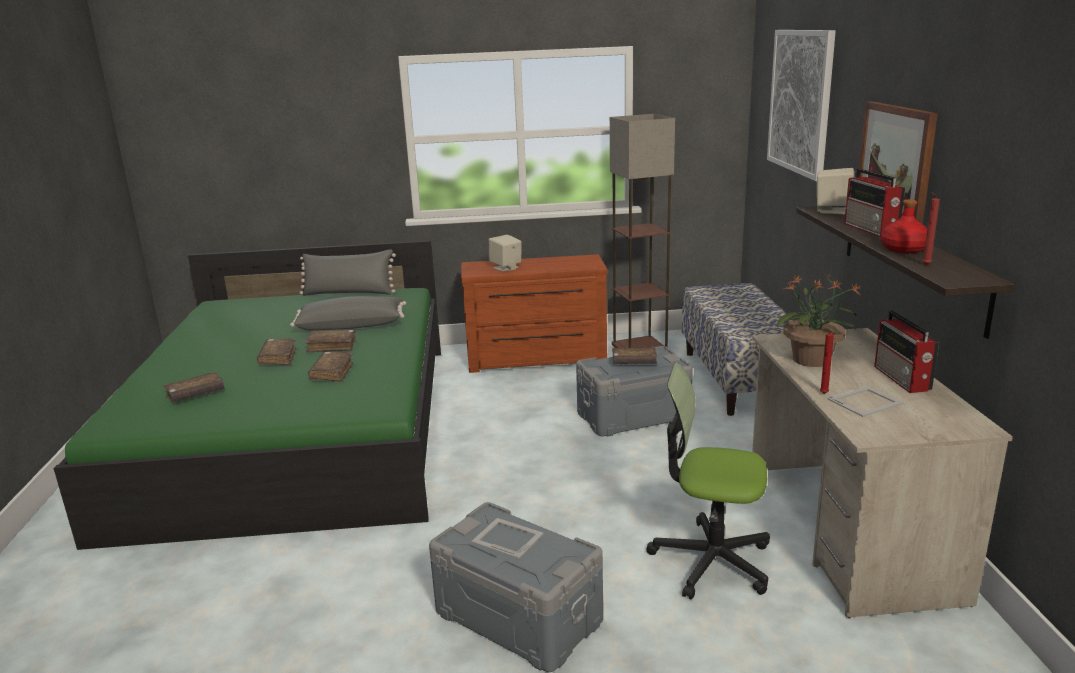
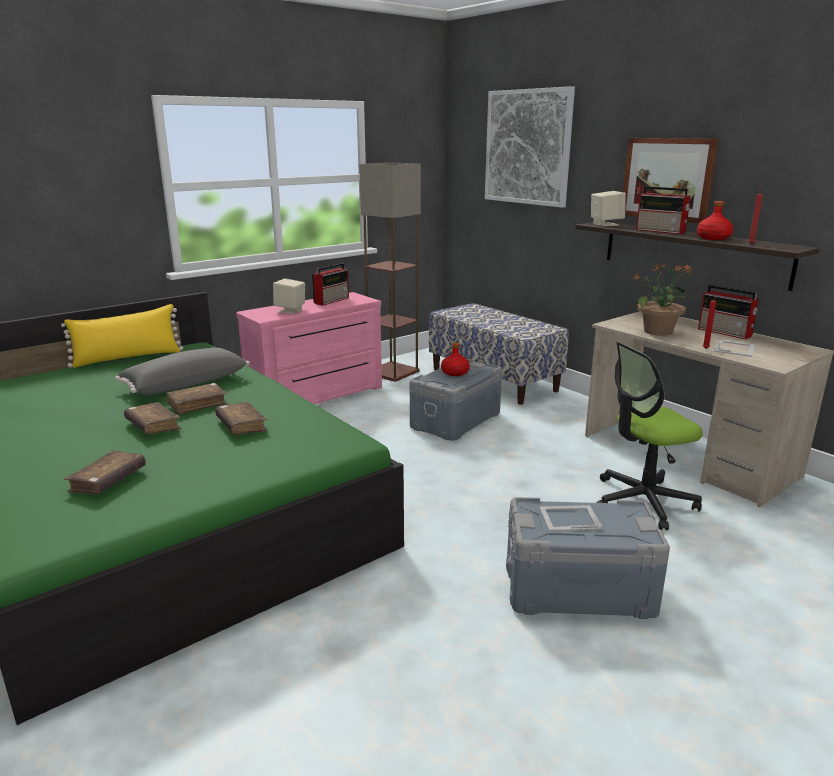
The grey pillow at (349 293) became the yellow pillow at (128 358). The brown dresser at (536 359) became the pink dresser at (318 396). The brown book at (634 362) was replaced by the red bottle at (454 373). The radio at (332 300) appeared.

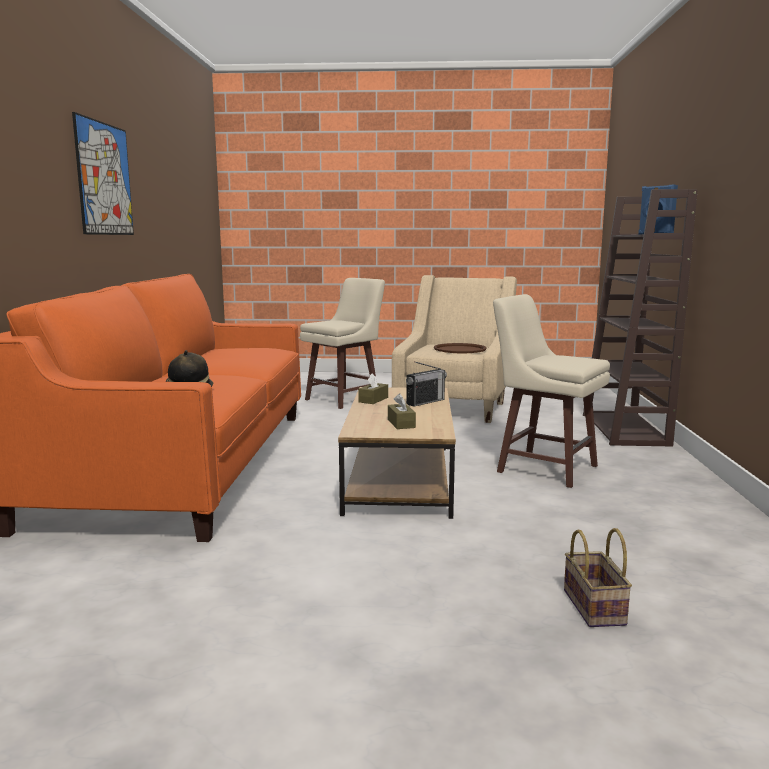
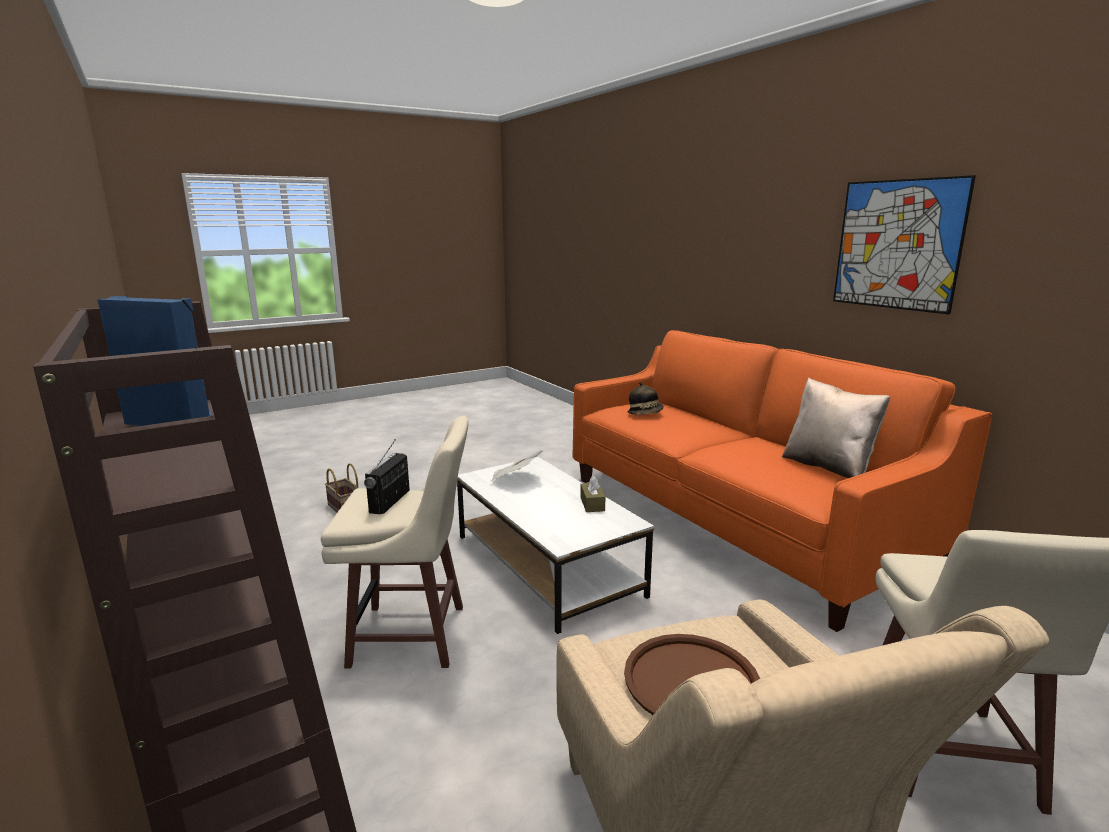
The brown coffee table at (399 478) became the white coffee table at (547 564). The brown tissue box at (401 423) was replaced by the newspaper at (515 479). The radio moved from (425 402) to (390 501). The beige pillow at (828 467) appeared.

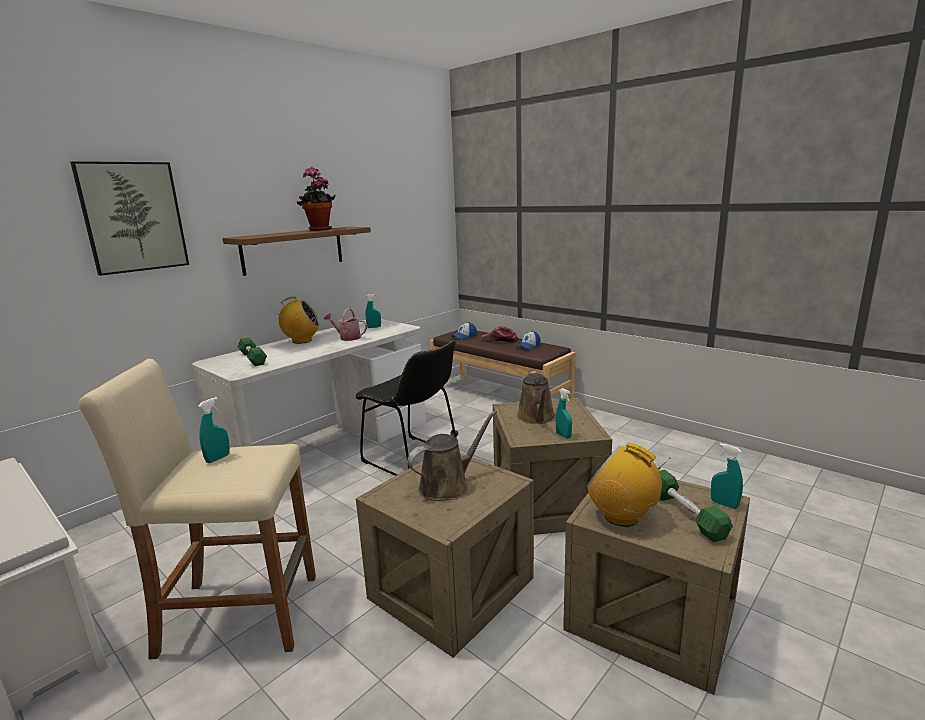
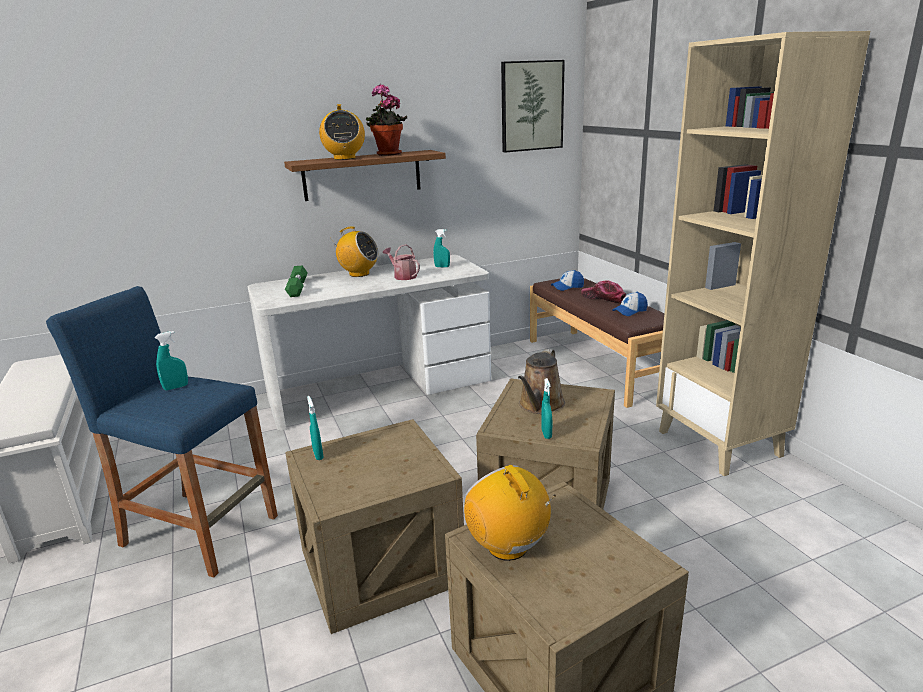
The picture moved from (133 217) to (531 106). The beige stool at (240 614) became the blue stool at (200 531). The black chair at (413 460) disappeared. The brown watering can at (448 486) disappeared. The green dumbbell at (685 514) disappeared. The turquoise spray bottle moved from (724 504) to (318 455). The radio at (344 158) appeared. The beige bookcase at (720 443) appeared.

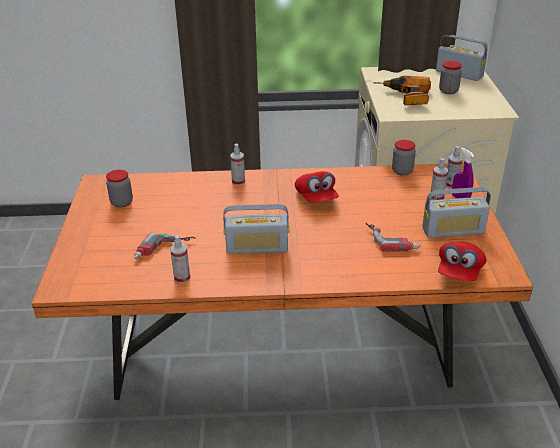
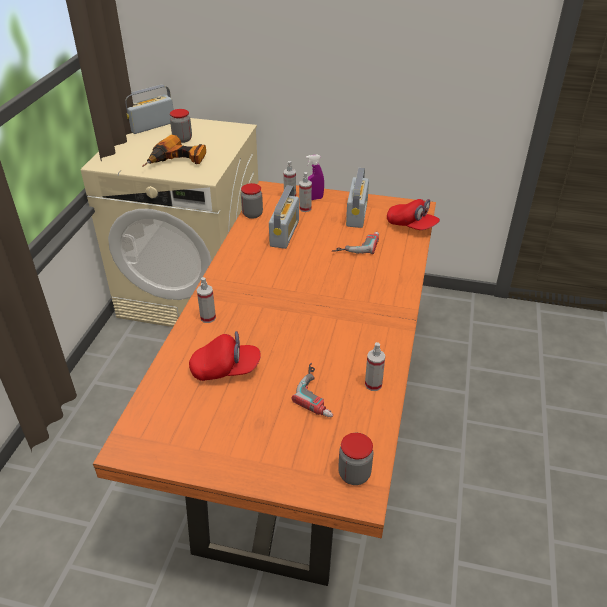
The jar moved from (122 203) to (354 474). The radio moved from (257 247) to (284 233). The red cap moved from (316 198) to (225 369).

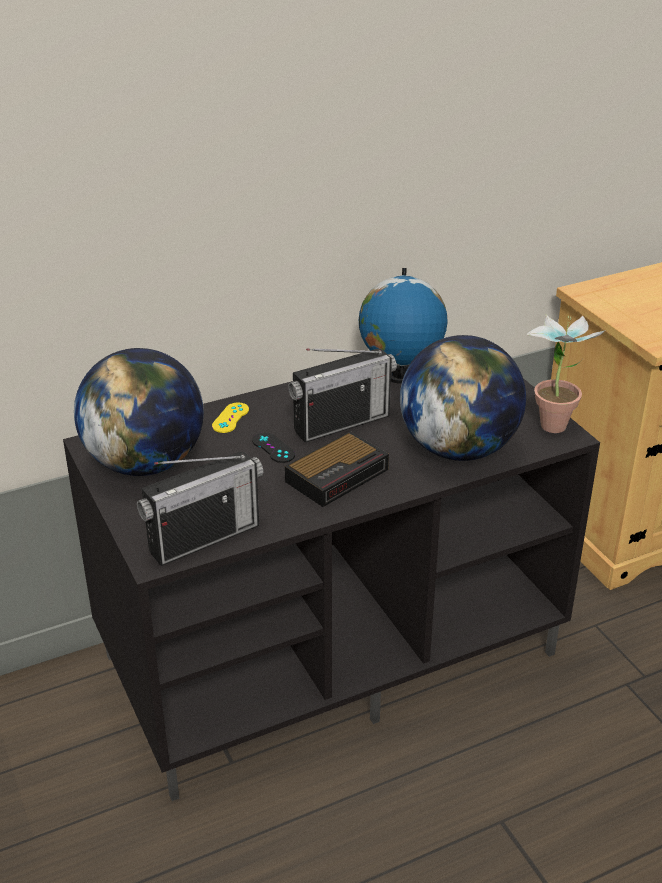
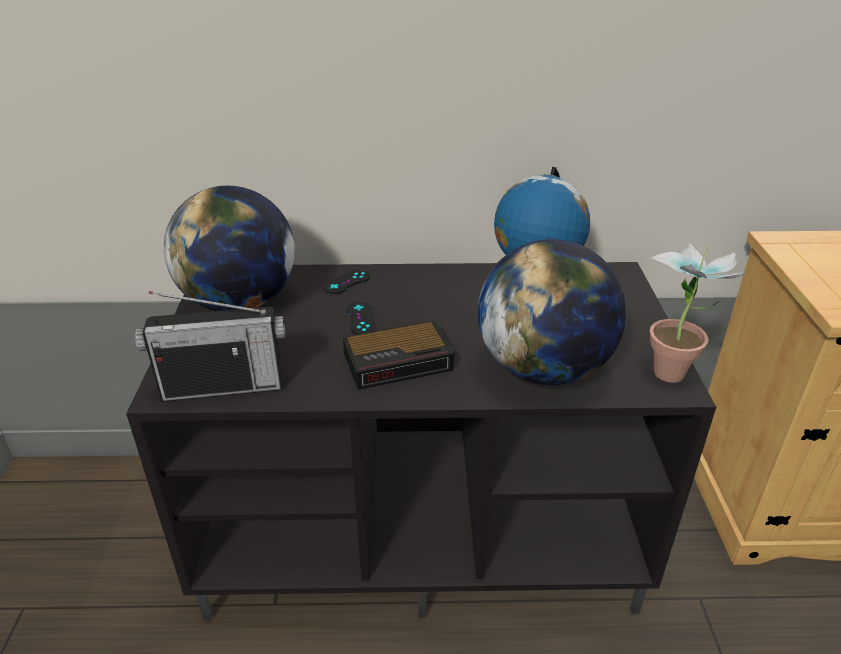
The yellow game controller at (230 418) became the black game controller at (347 282). The radio at (341 423) disappeared.

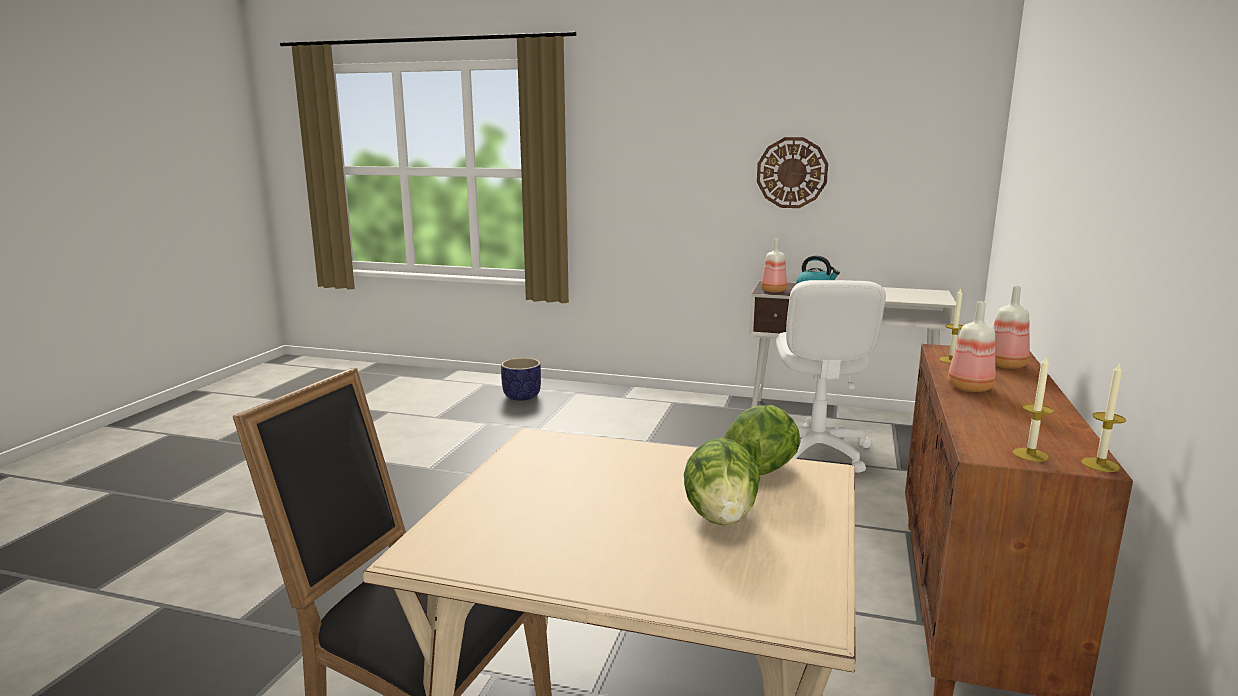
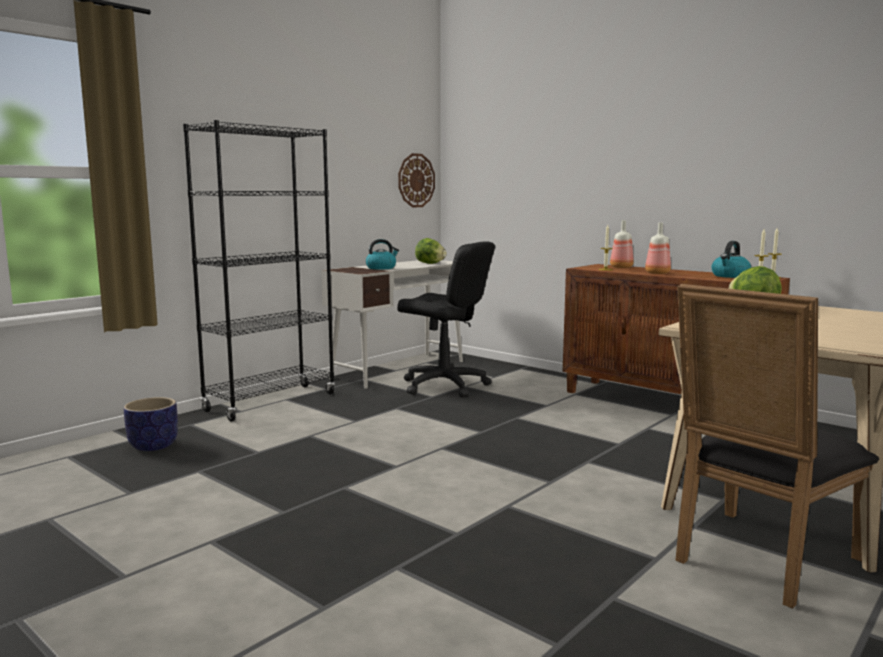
The lettuce moved from (721 517) to (430 263). The wall clock moved from (792 173) to (416 180). The bottle at (774 291) disappeared. The white office chair at (815 452) became the black office chair at (444 386). The black bookcase at (271 402) appeared. The kettle at (730 276) appeared.

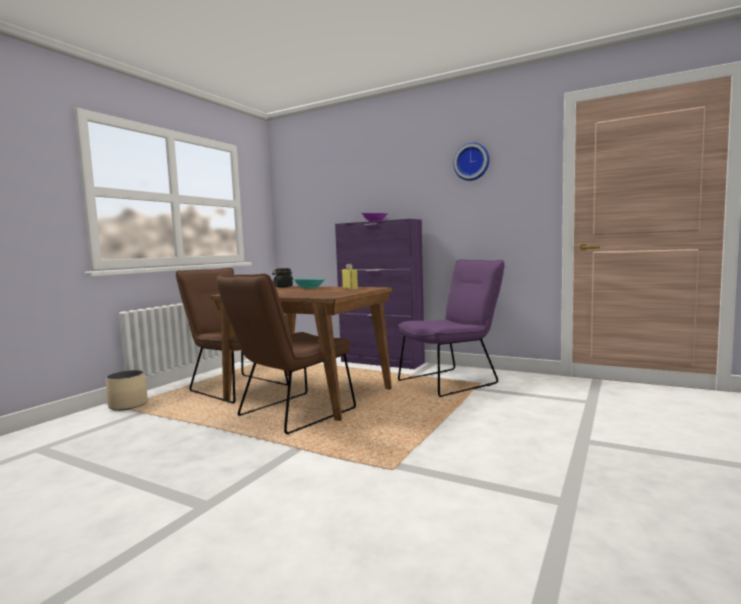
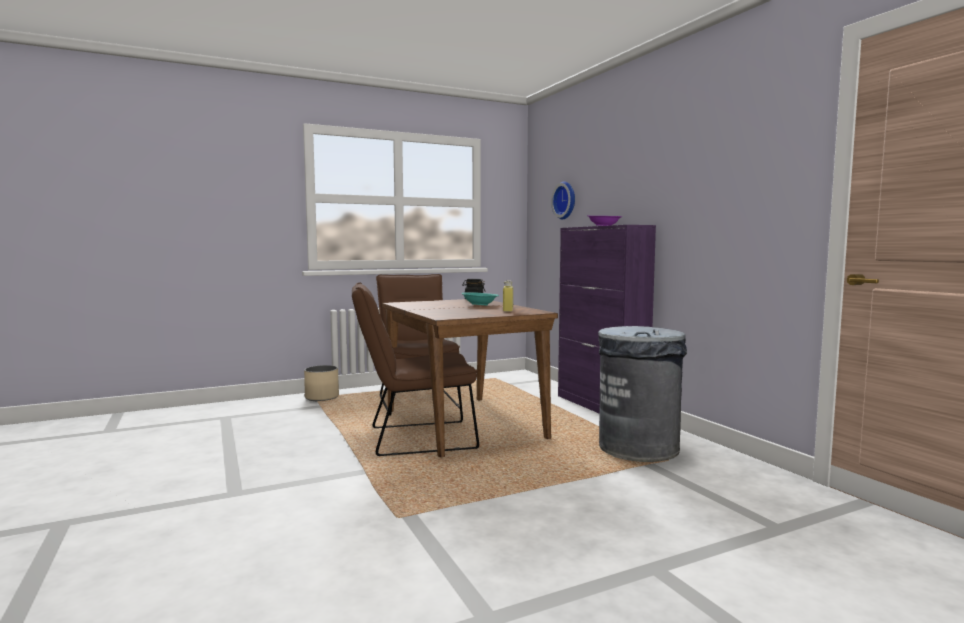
The purple chair at (453 381) was replaced by the grey trash can at (638 448). The wall clock moved from (472 162) to (566 200).

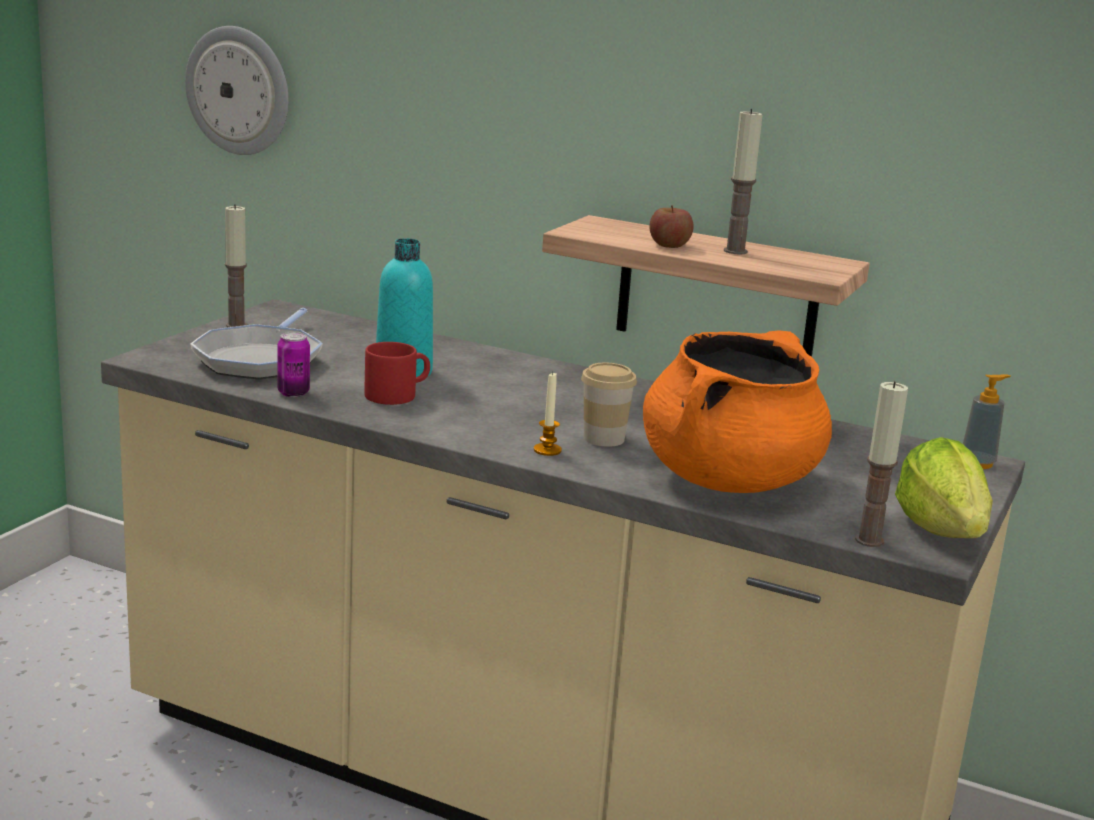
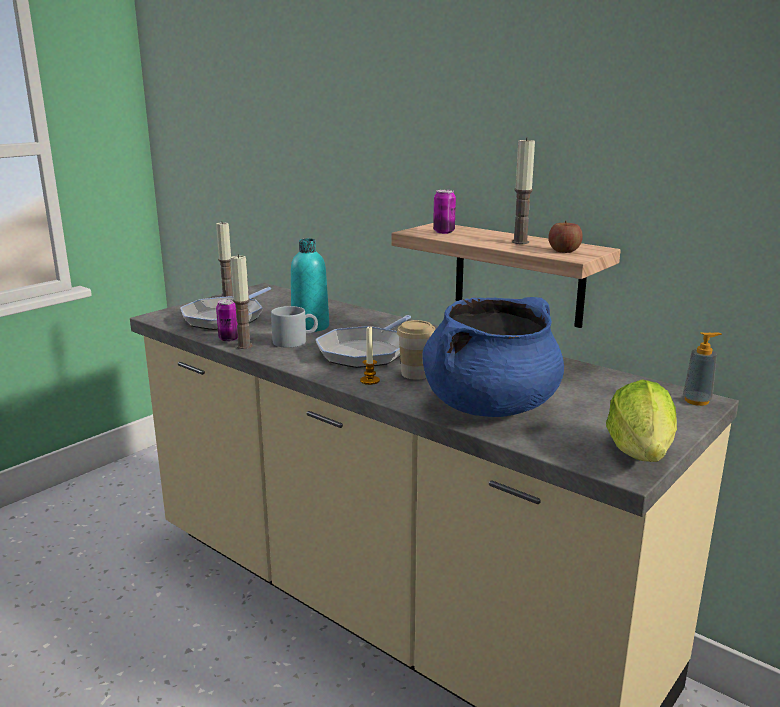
The wall clock at (239 90) disappeared. The red mug at (397 394) became the grey mug at (295 341). The orange cooking pot at (730 479) became the blue cooking pot at (490 406). The apple moved from (669 245) to (564 251). The candle moved from (869 540) to (244 346). The frying pan at (365 352) appeared. The can at (444 232) appeared.

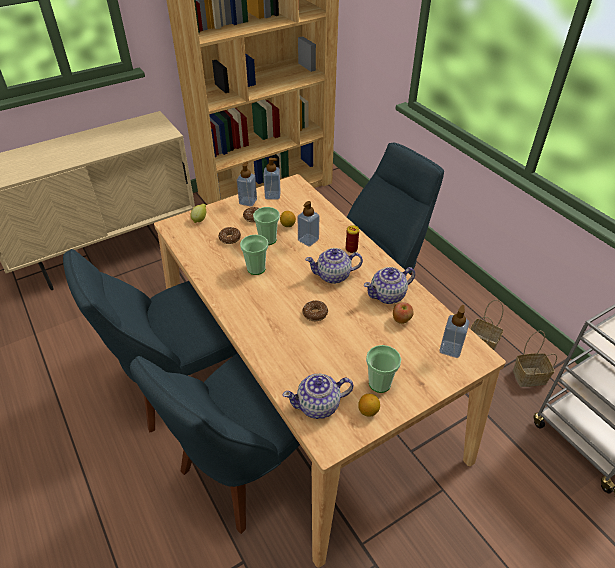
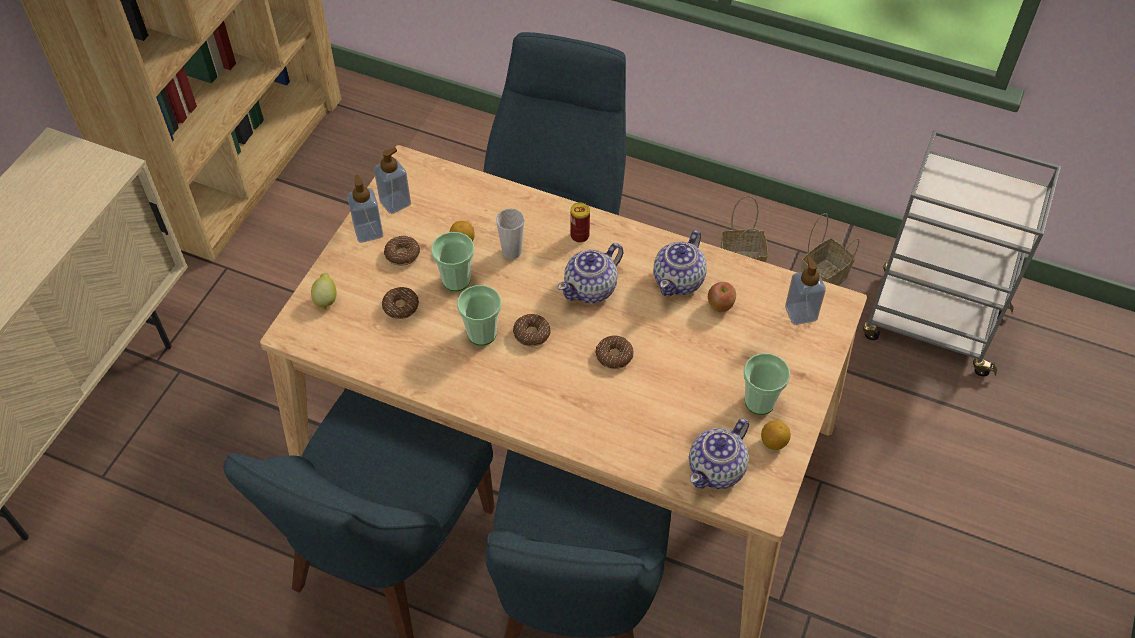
The soap dispenser at (308 240) was replaced by the cup at (512 251). The donut at (531 334) appeared.

